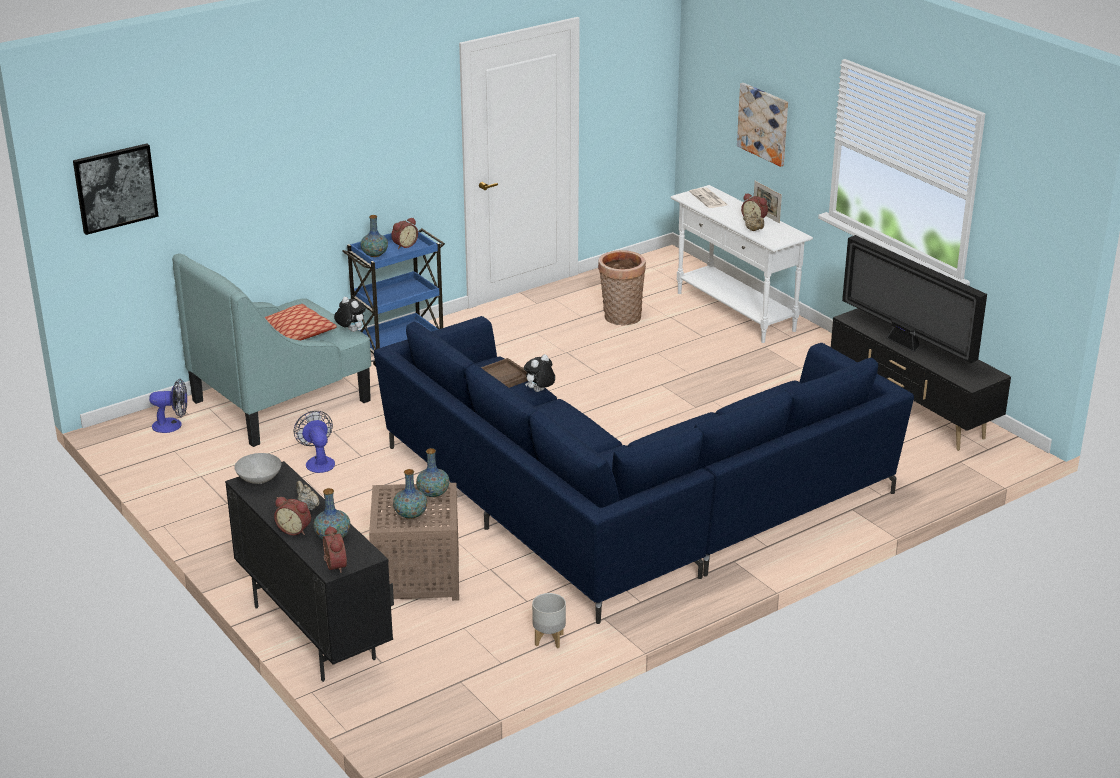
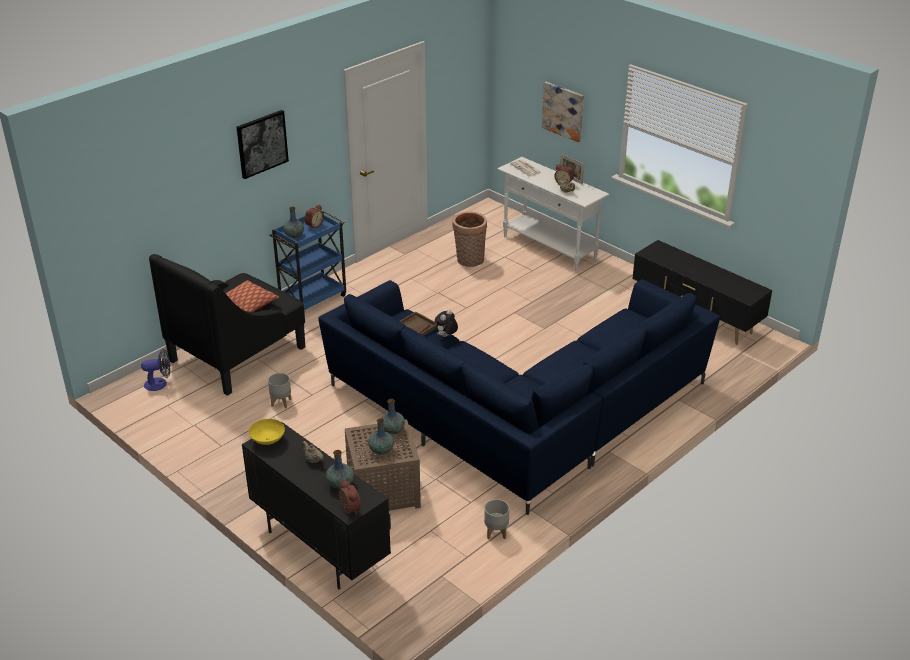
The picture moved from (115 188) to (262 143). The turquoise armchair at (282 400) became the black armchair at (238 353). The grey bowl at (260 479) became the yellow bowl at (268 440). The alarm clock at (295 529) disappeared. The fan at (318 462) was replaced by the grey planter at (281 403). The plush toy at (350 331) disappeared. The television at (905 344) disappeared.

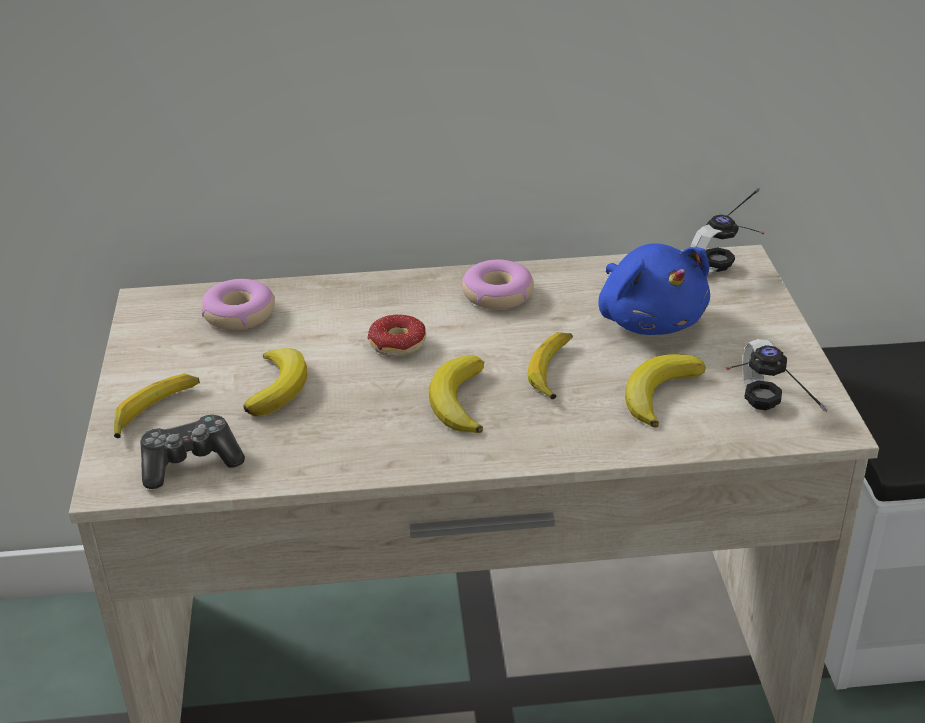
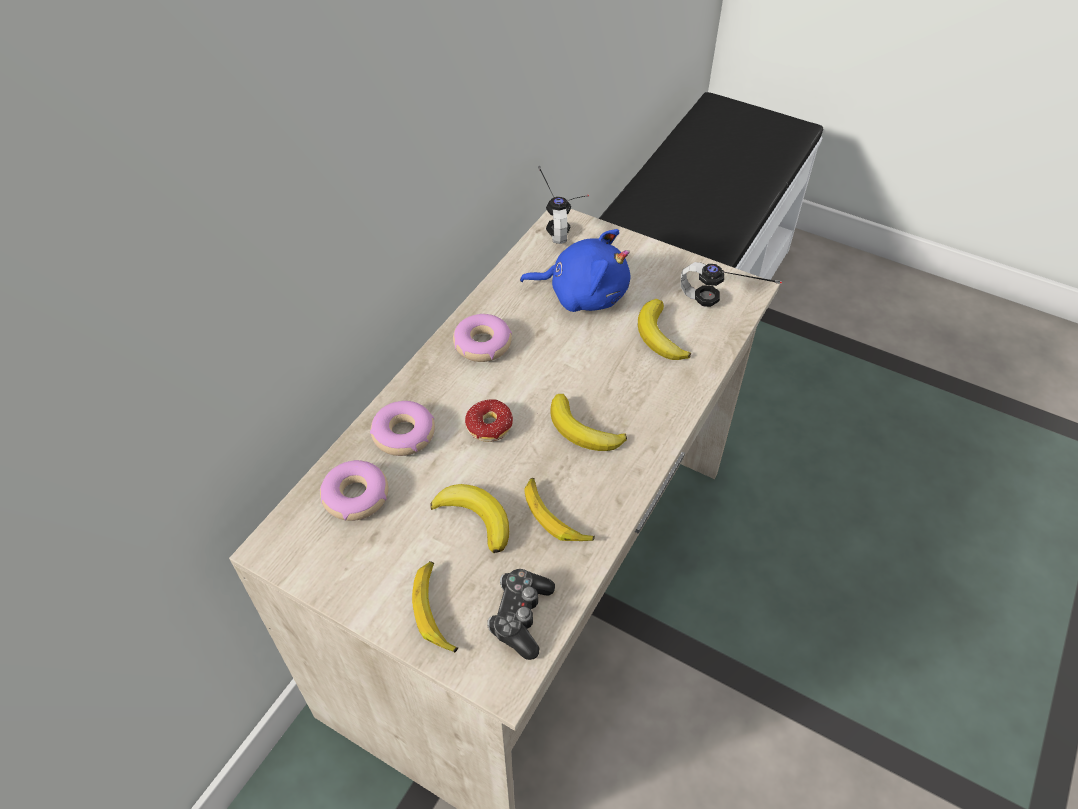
The banana moved from (552 371) to (555 516). The donut at (404 434) appeared.

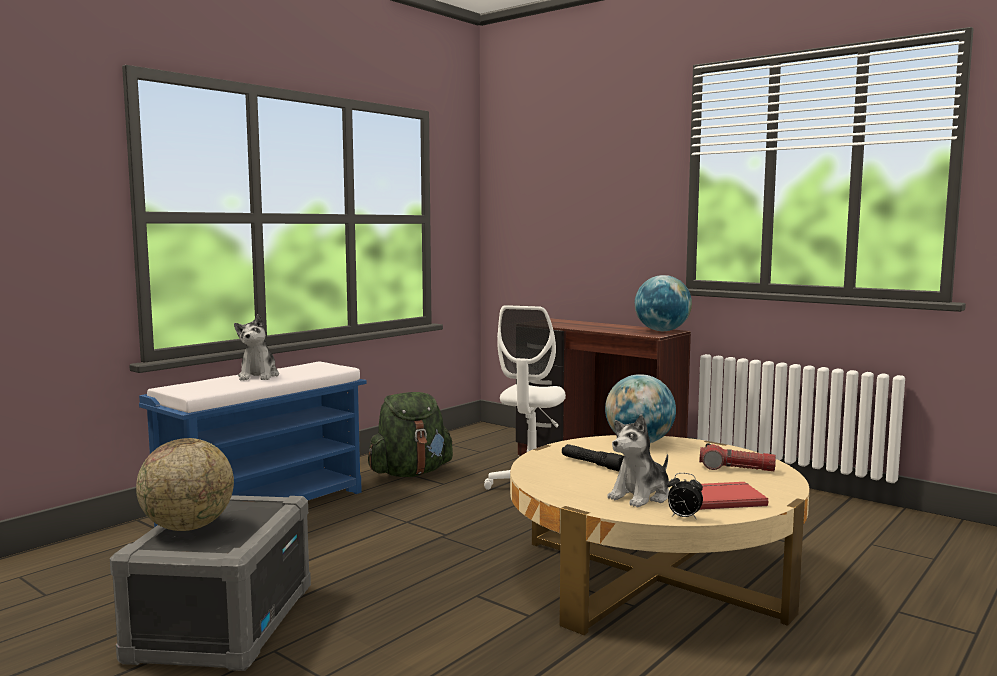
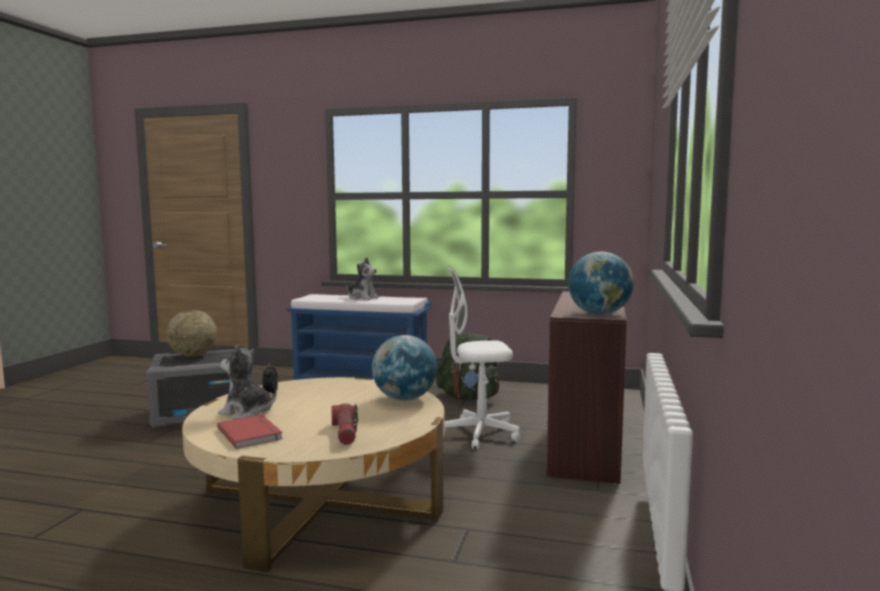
The plush toy at (258 376) turned 120 degrees counterclockwise. The black flashlight at (593 464) disappeared. The alarm clock moved from (683 517) to (270 394).

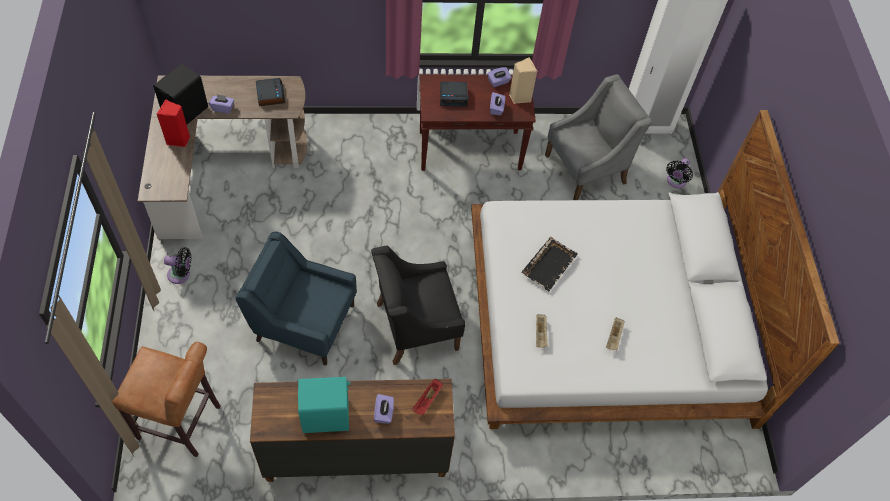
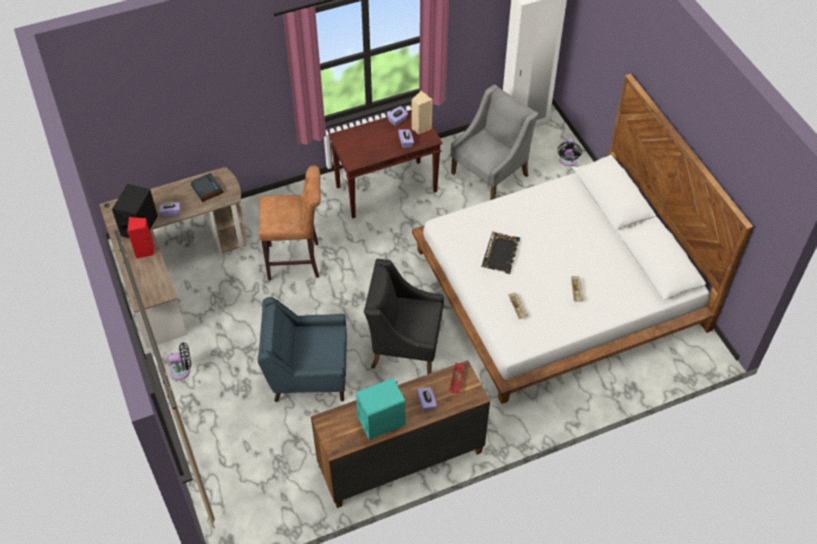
The brown stool moved from (183 424) to (297 261). The black armchair at (415 326) turned 45 degrees clockwise. The alarm clock at (453 96) disappeared.

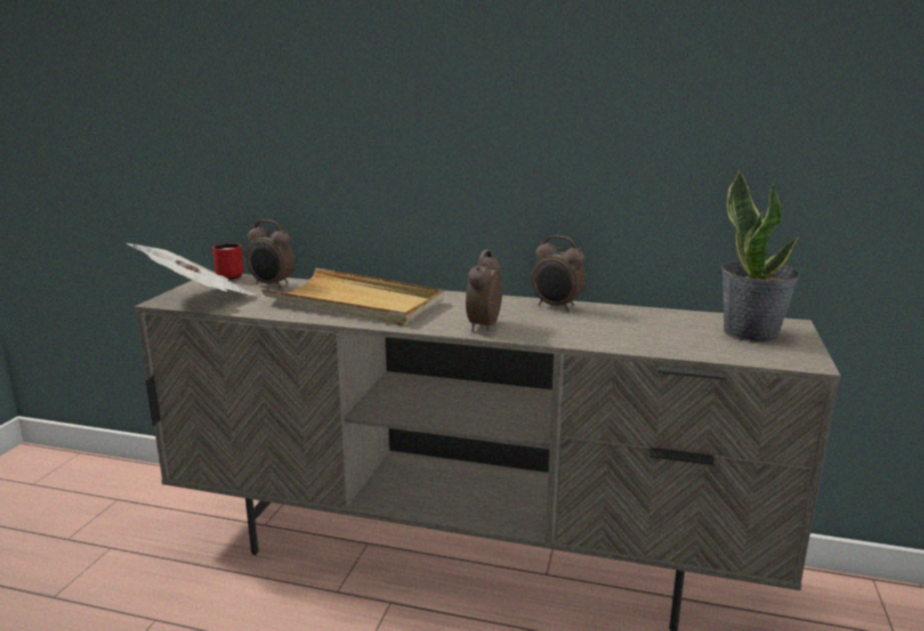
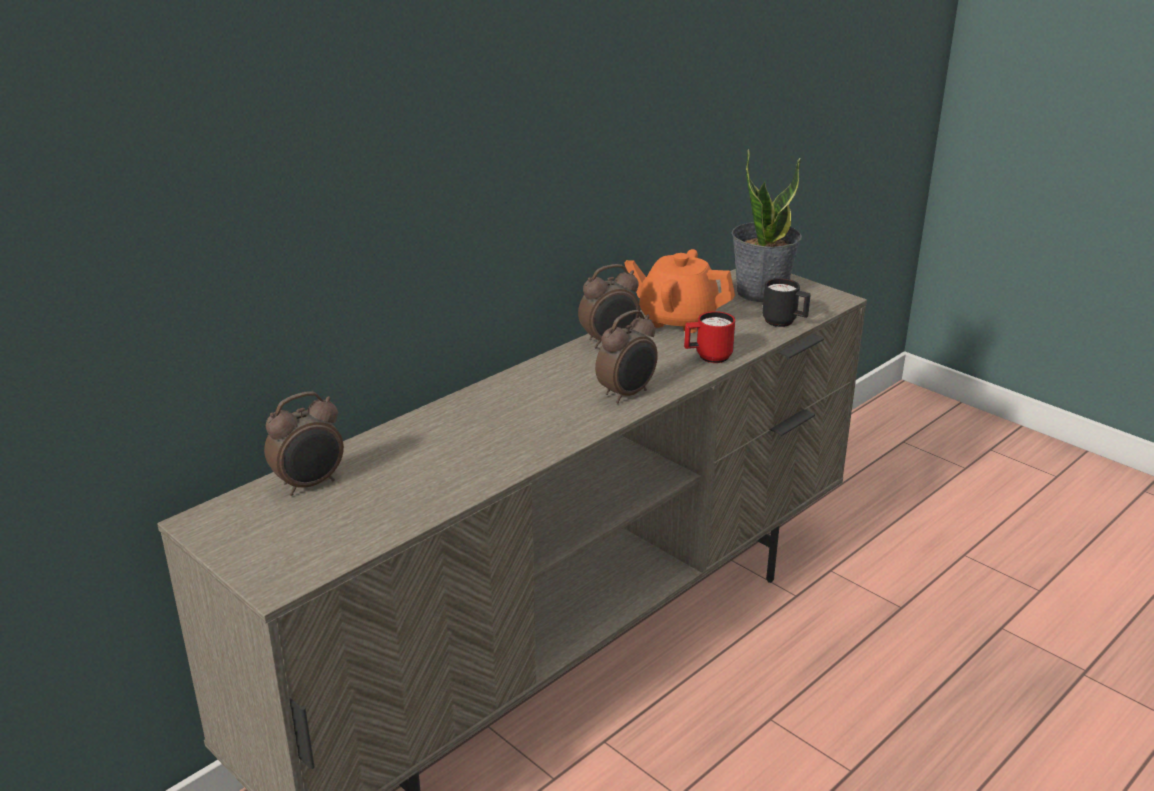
The newspaper at (198 299) disappeared. The red mug moved from (228 276) to (707 357). The beige tray at (356 303) disappeared. The alarm clock at (482 326) turned 90 degrees counterclockwise. The orange teapot at (677 320) appeared. The black mug at (784 322) appeared.

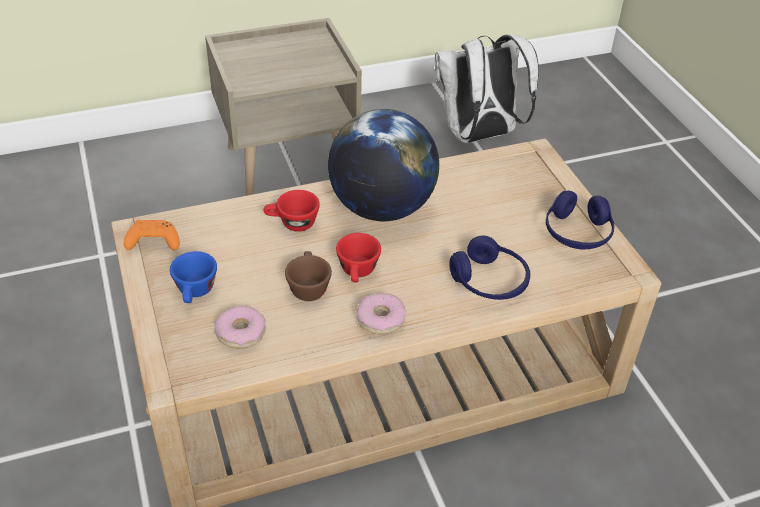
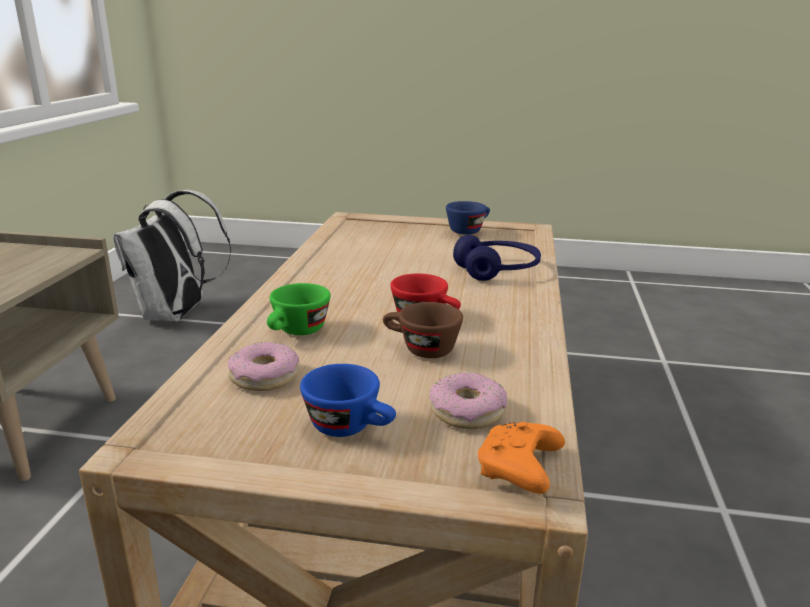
The orange game controller moved from (152 243) to (519 470). The red cup at (292 223) became the green cup at (297 332). The globe at (381 208) disappeared. The donut moved from (380 319) to (264 376). The blue headphones at (577 233) was replaced by the blue cup at (468 230).

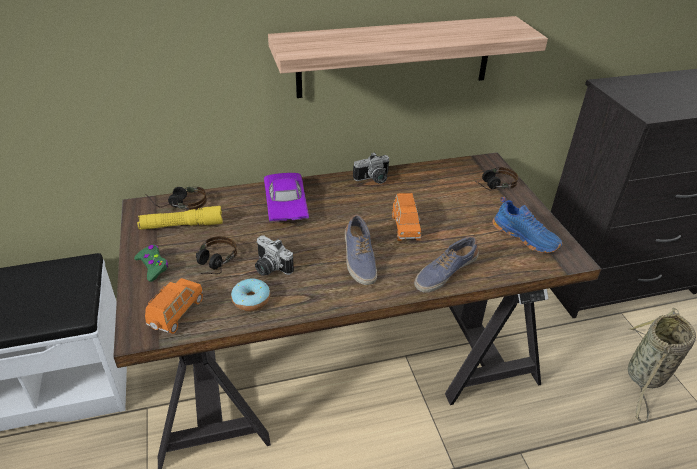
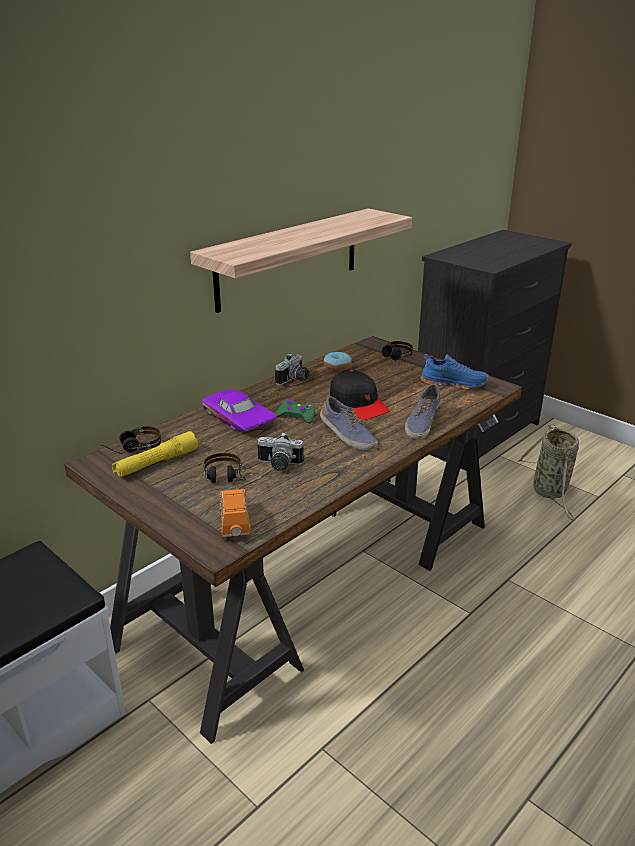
The green game controller moved from (153 266) to (297 416). The donut moved from (251 300) to (337 366). The orange toy car at (405 227) was replaced by the black cap at (358 404).

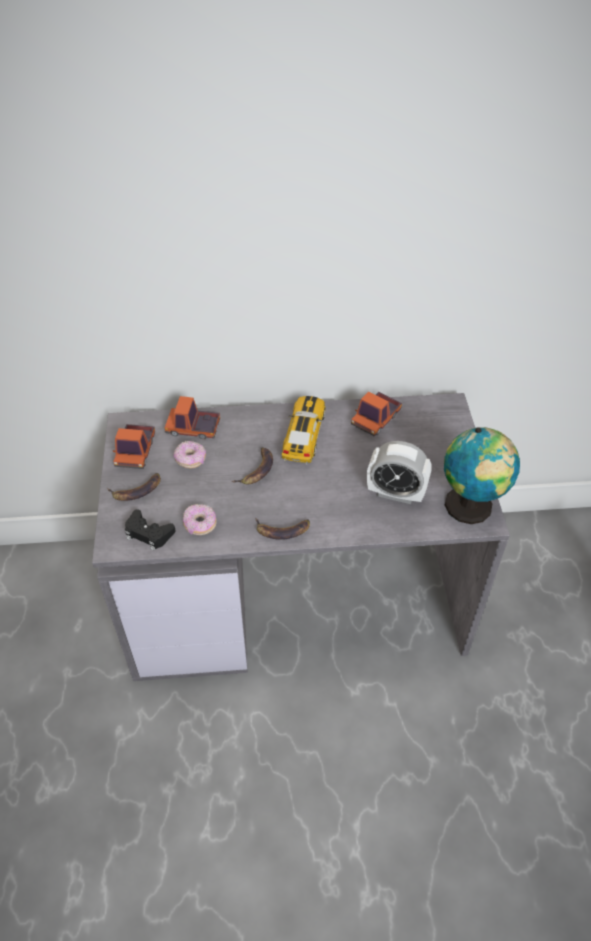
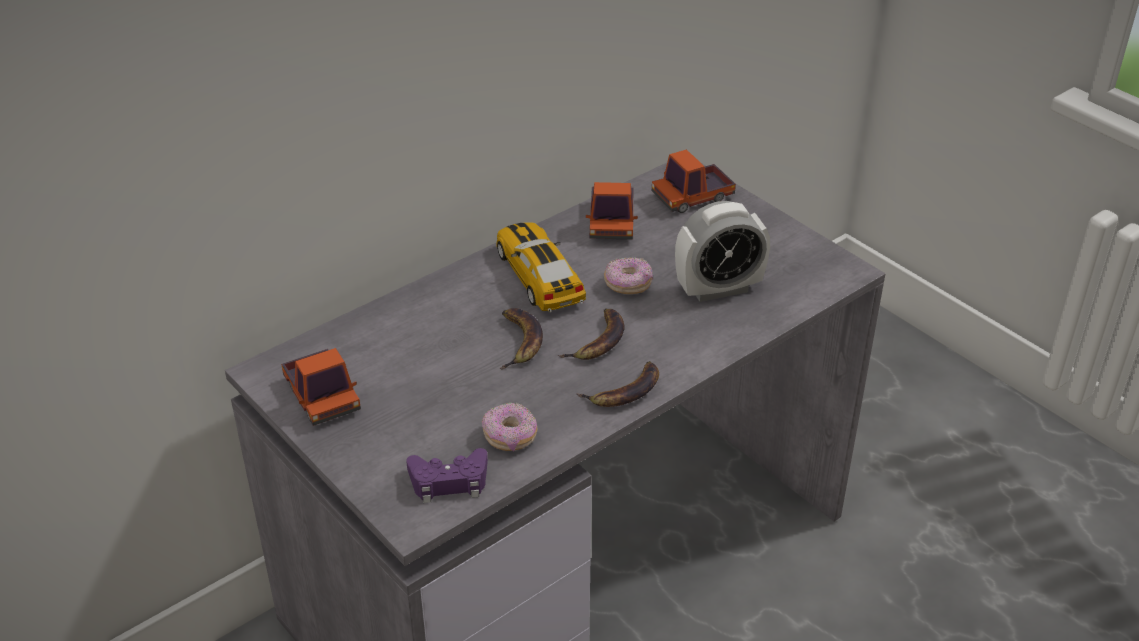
The banana moved from (137 490) to (598 340). The black game controller at (148 533) became the purple game controller at (449 481). The toy truck moved from (193 428) to (692 197). The donut moved from (190 459) to (628 285). The globe at (470 507) disappeared.

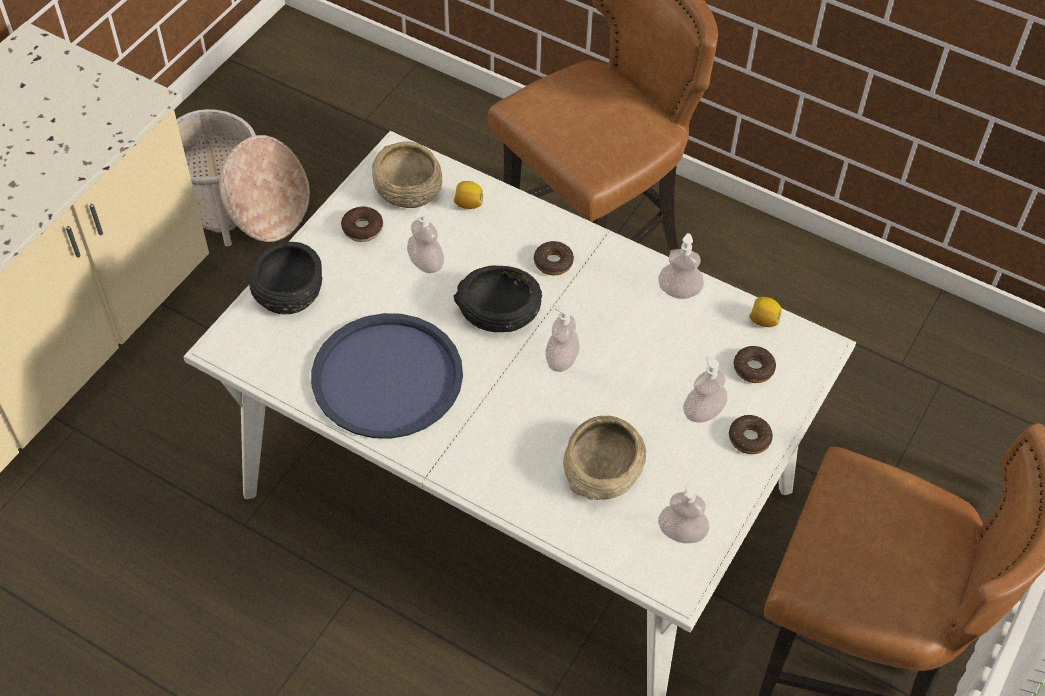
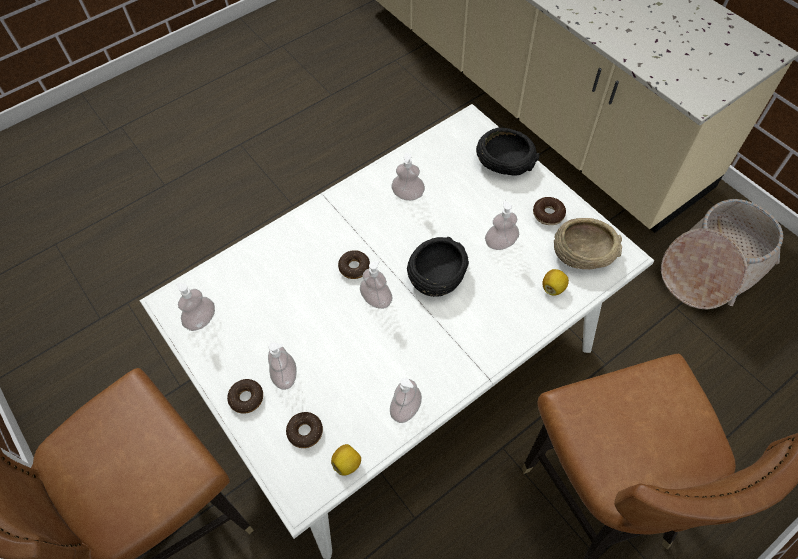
The blue tray at (387 377) was replaced by the soap dispenser at (408 195). The donut moved from (553 262) to (354 267). The beige bowl at (603 469) disappeared.

